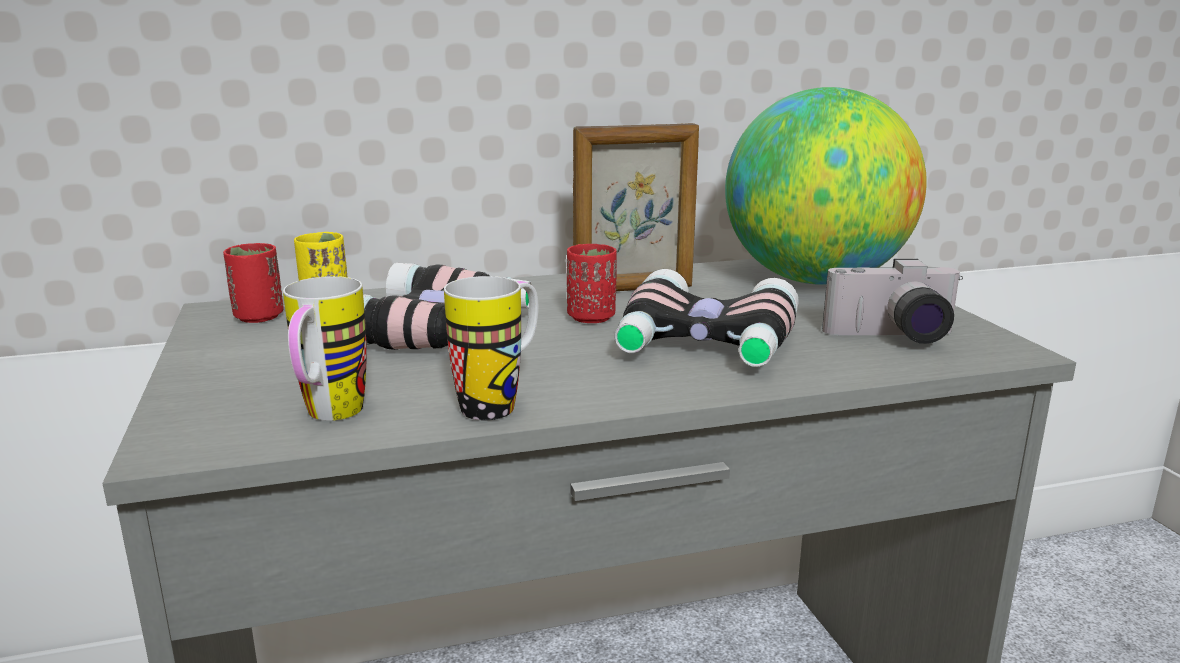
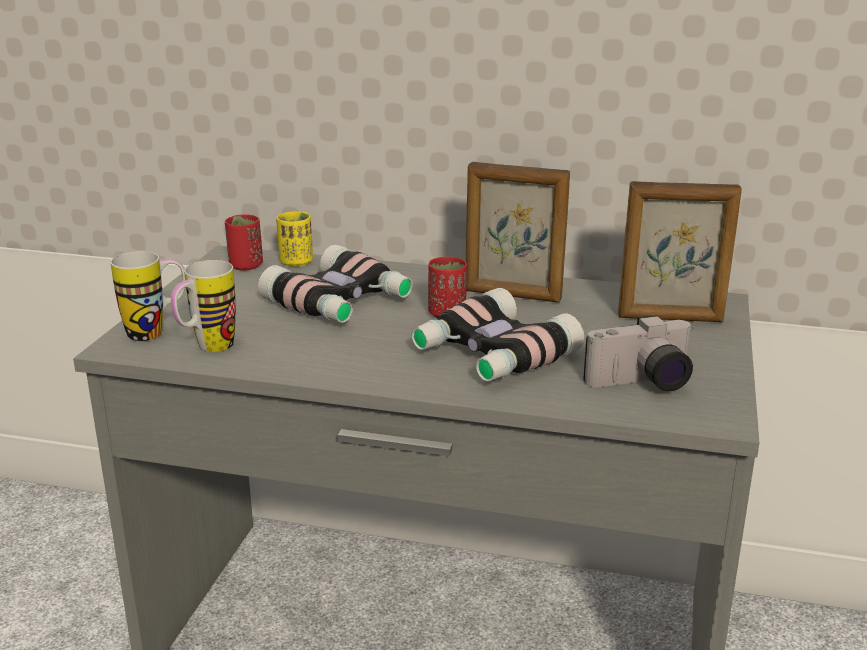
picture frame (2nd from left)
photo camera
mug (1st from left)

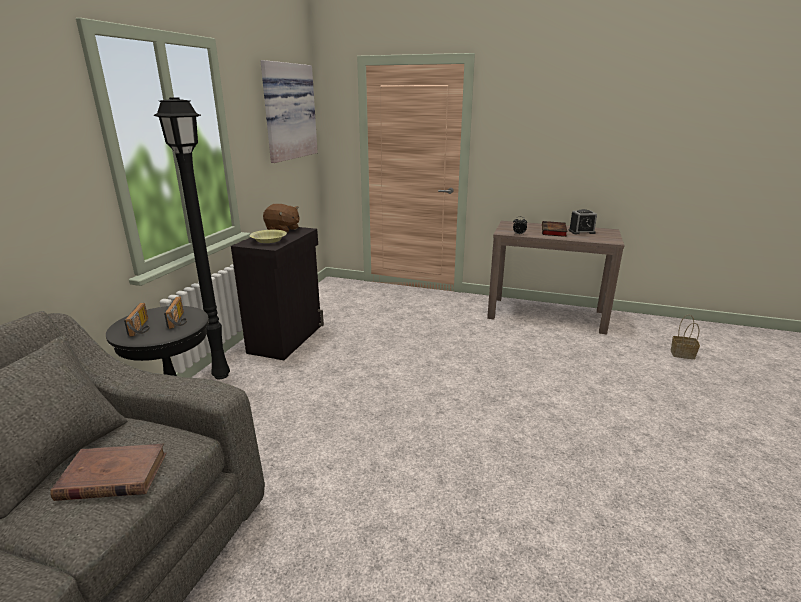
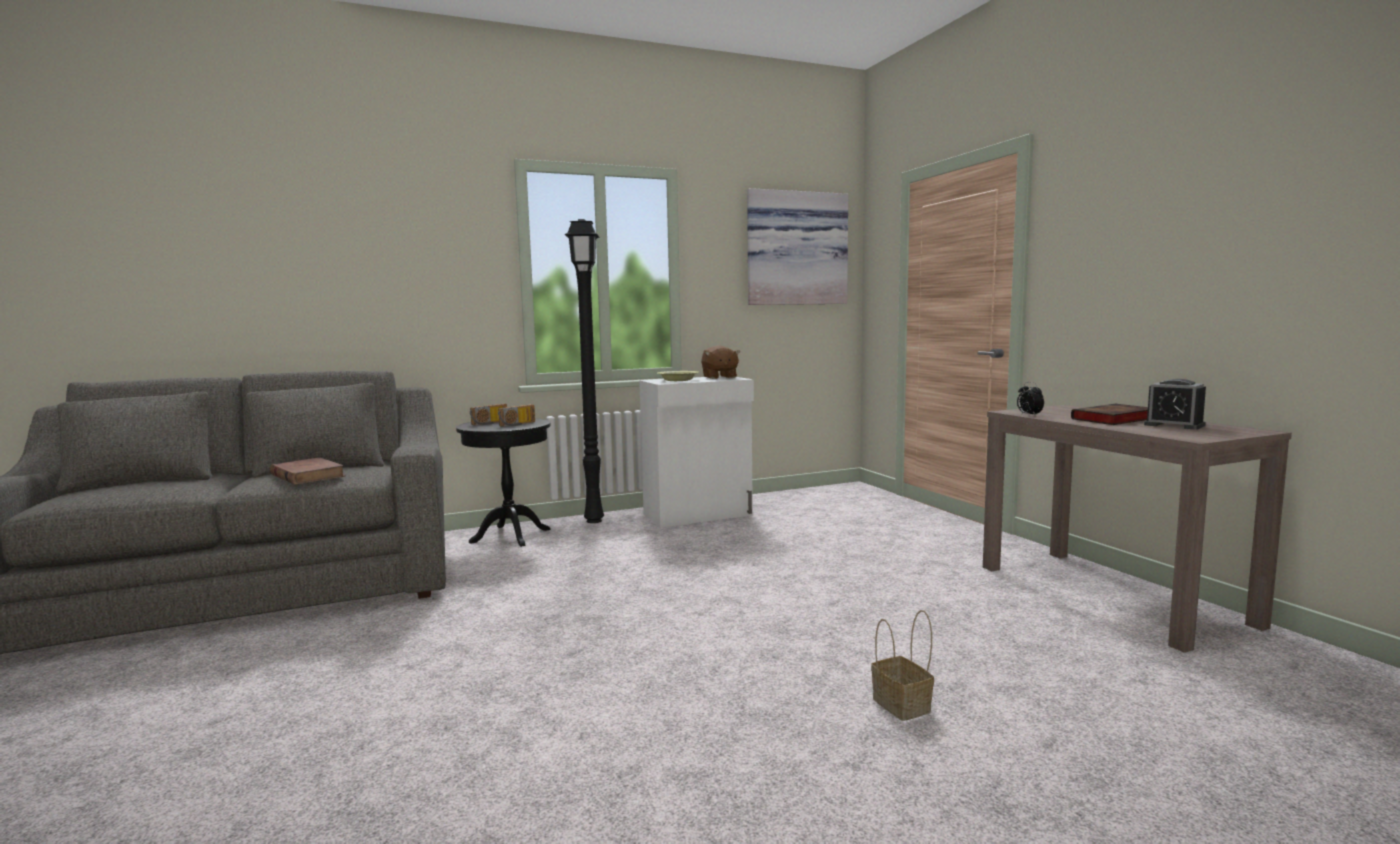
white cabinet
basket

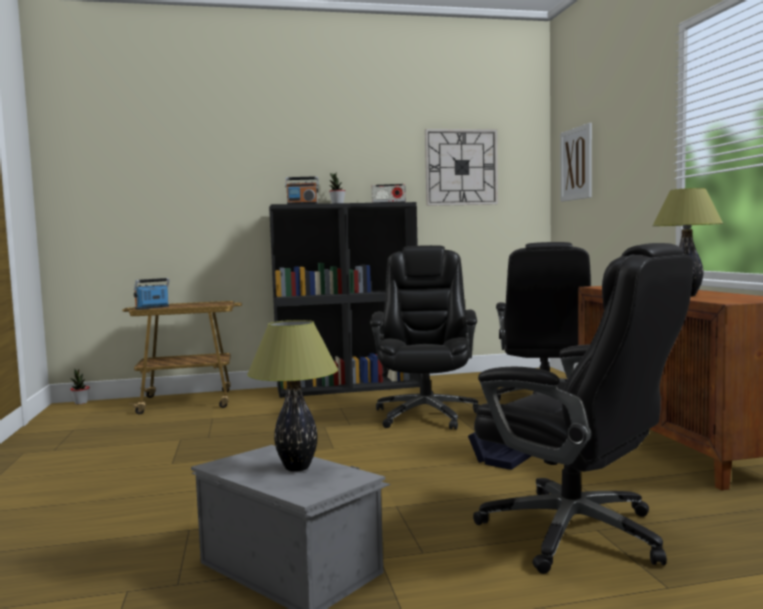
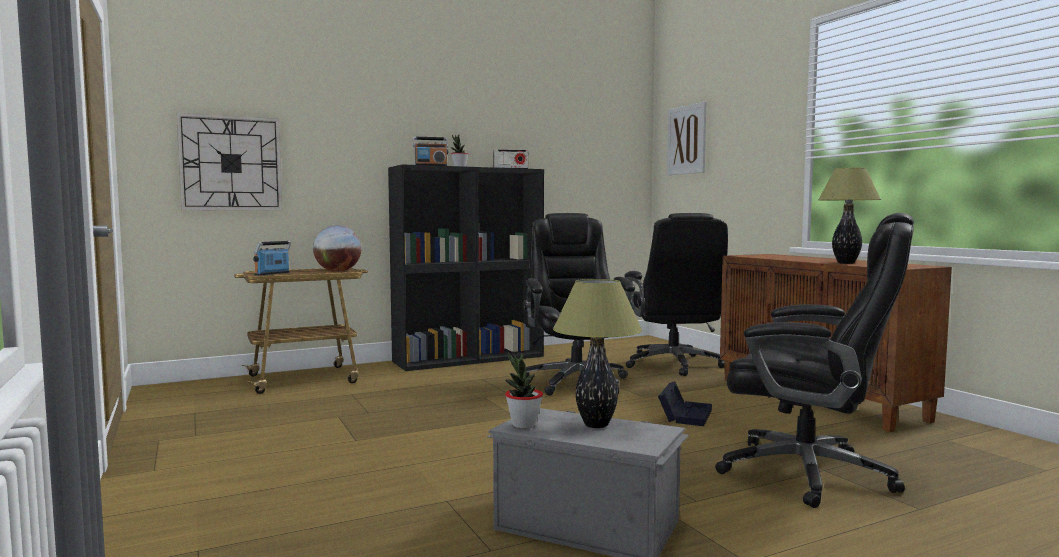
wall clock
potted plant (2nd from left)
globe

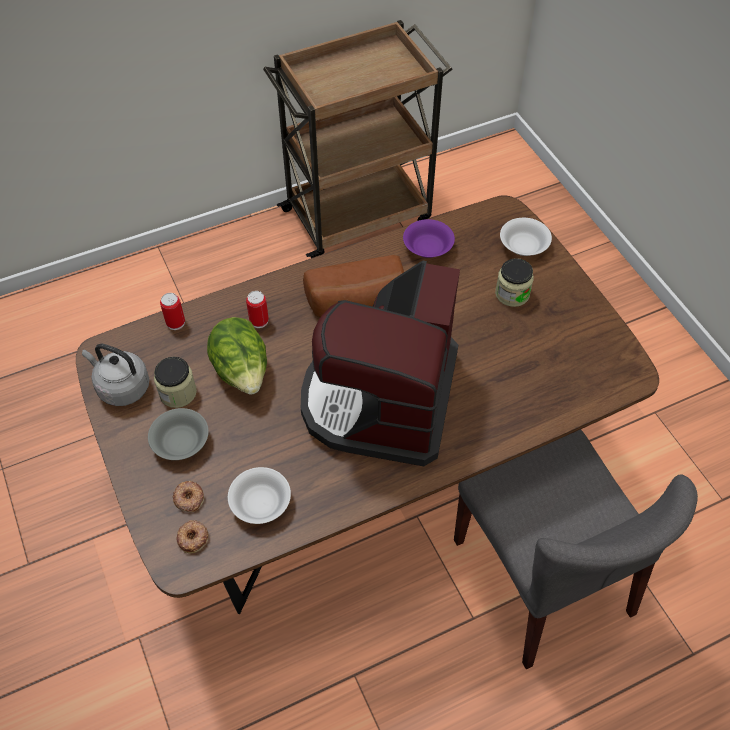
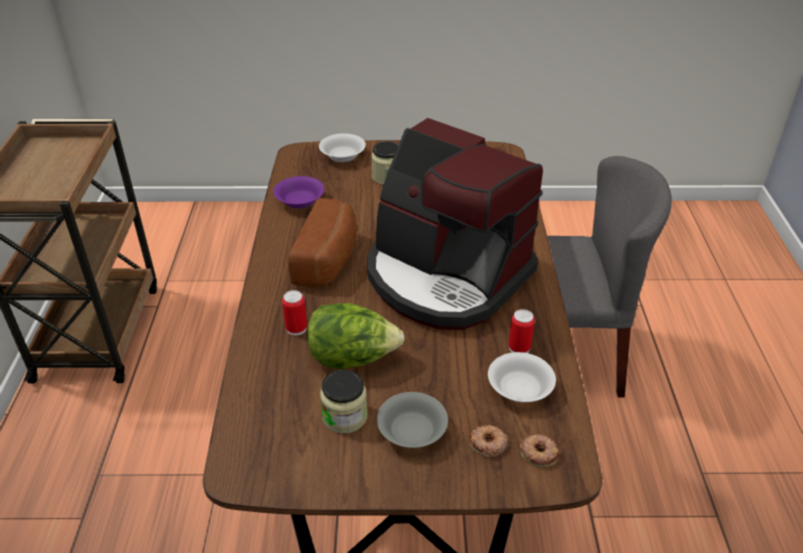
can (2nd from left)
grey kettle

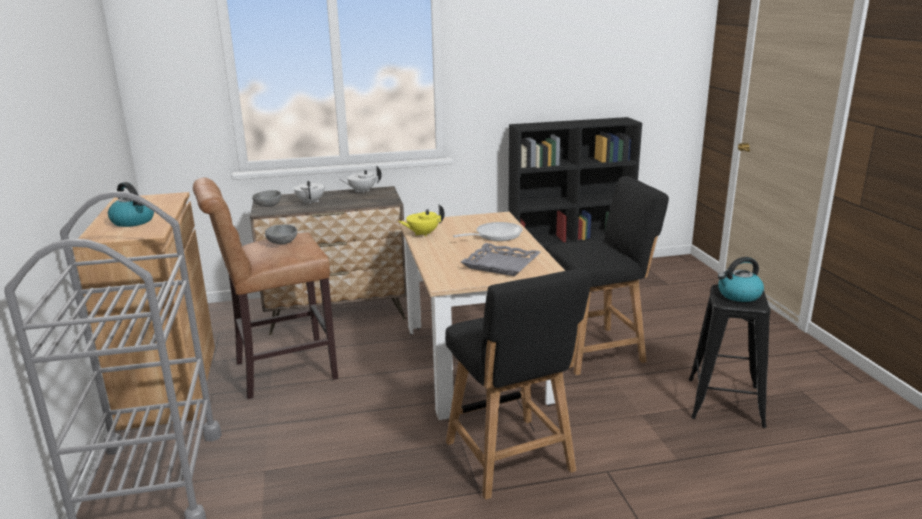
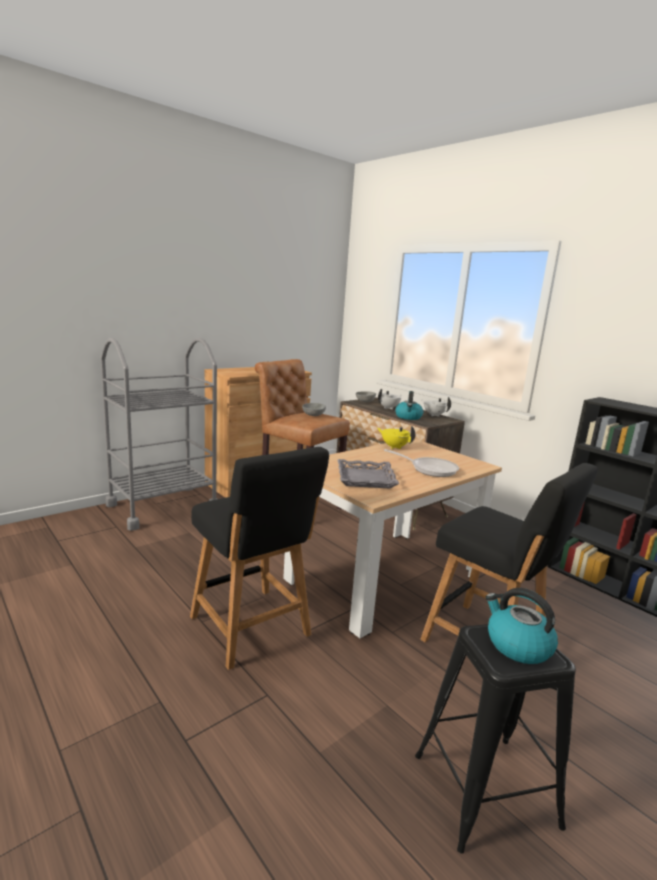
kettle (1st from left)
black chair (1st from left)

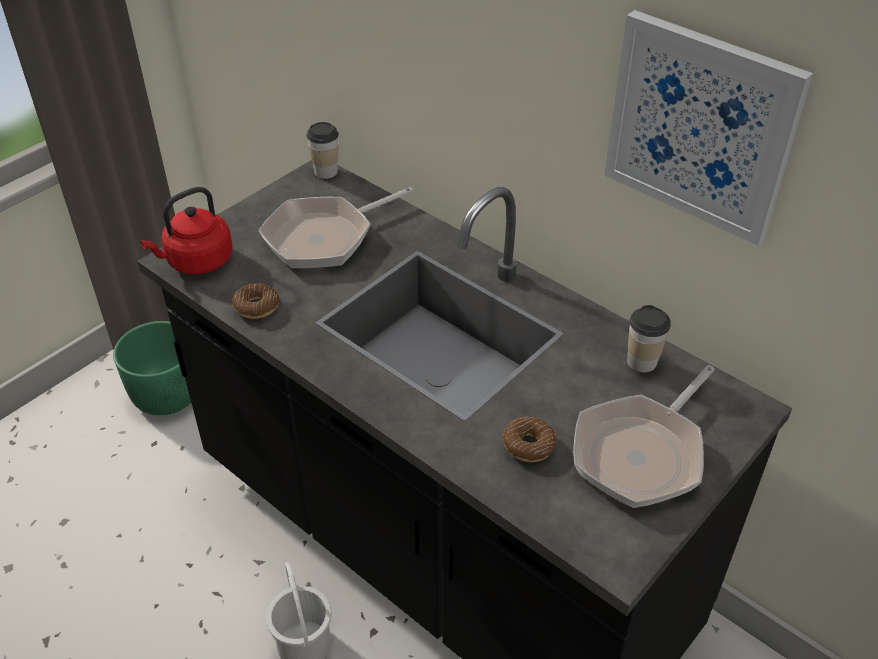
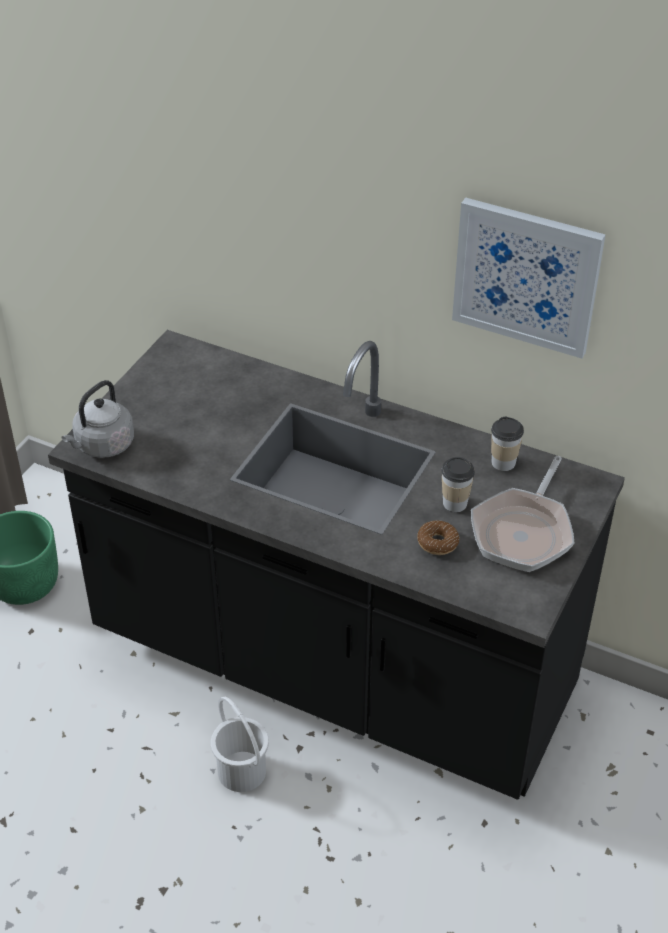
cup (1st from left)
grey kettle
frying pan (1st from left in the first image)
donut (1st from left in the first image)

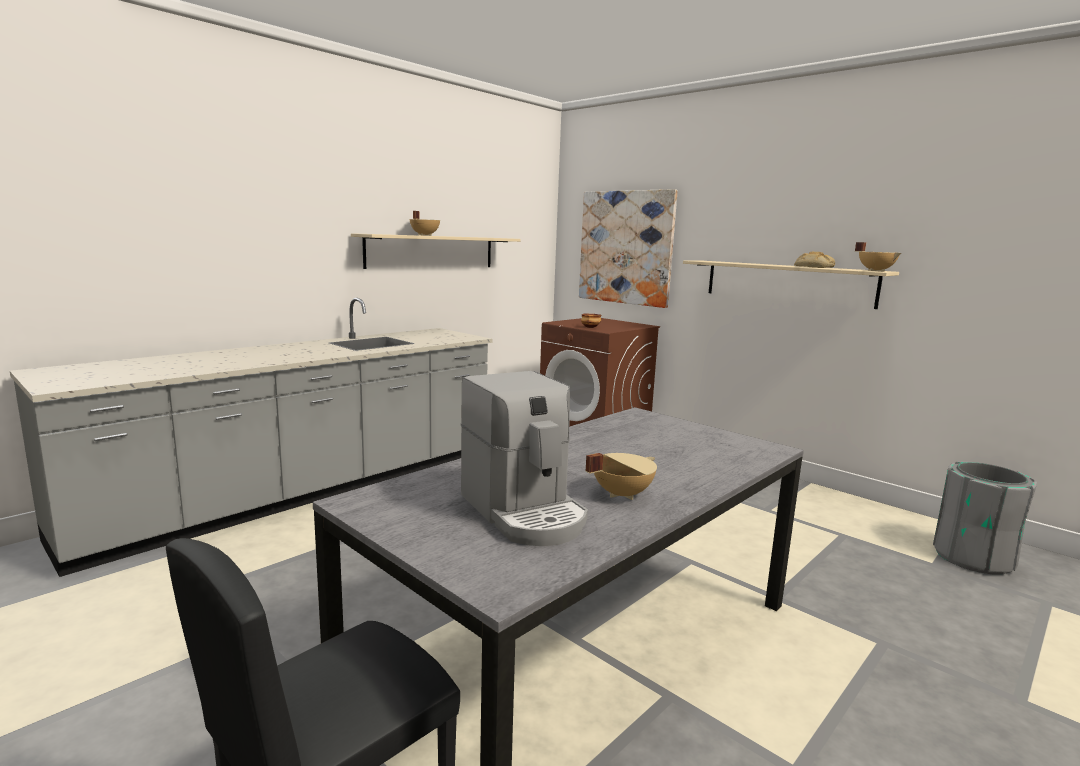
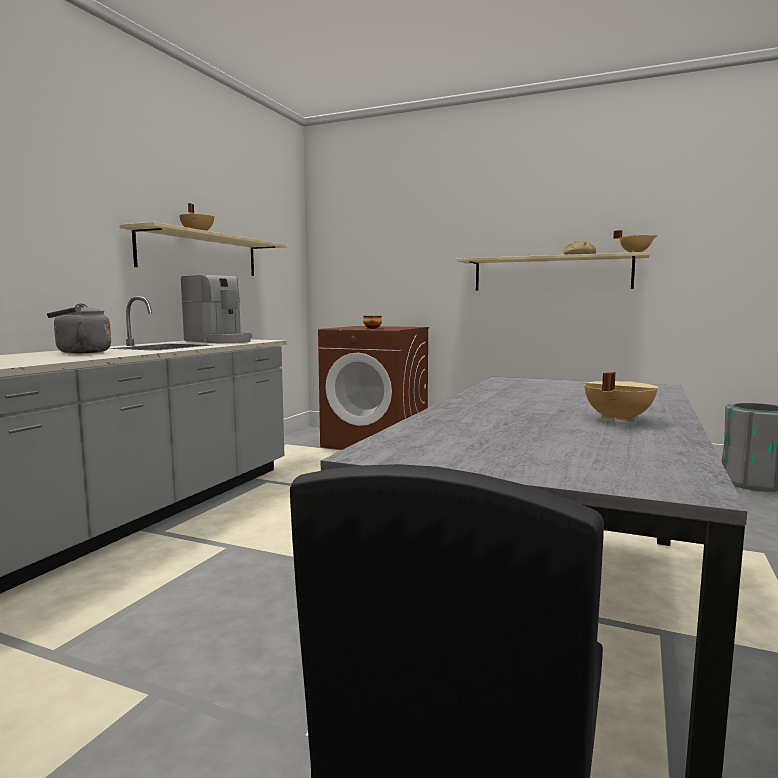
picture
coffee machine
grey kettle

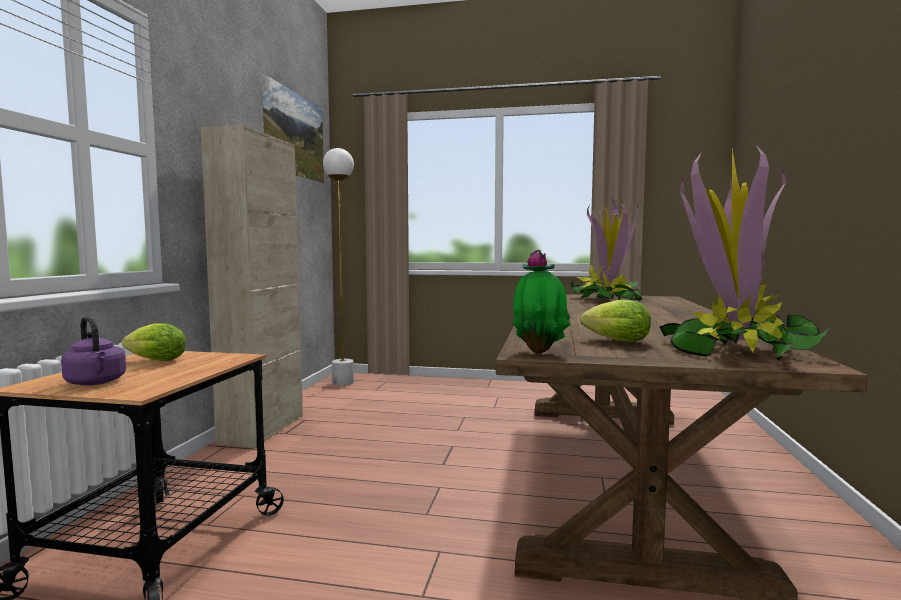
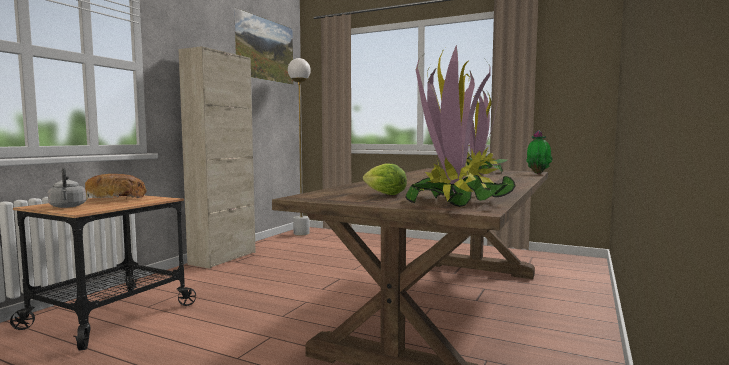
potted plant (3rd from left)
grey kettle
bread

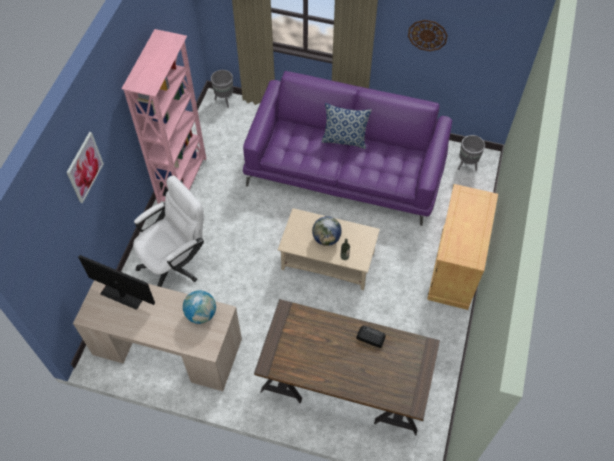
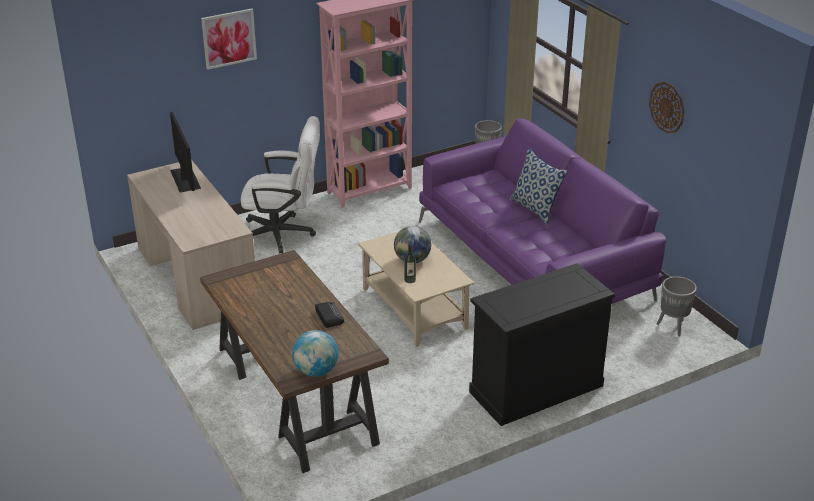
black cabinet
globe (1st from left)

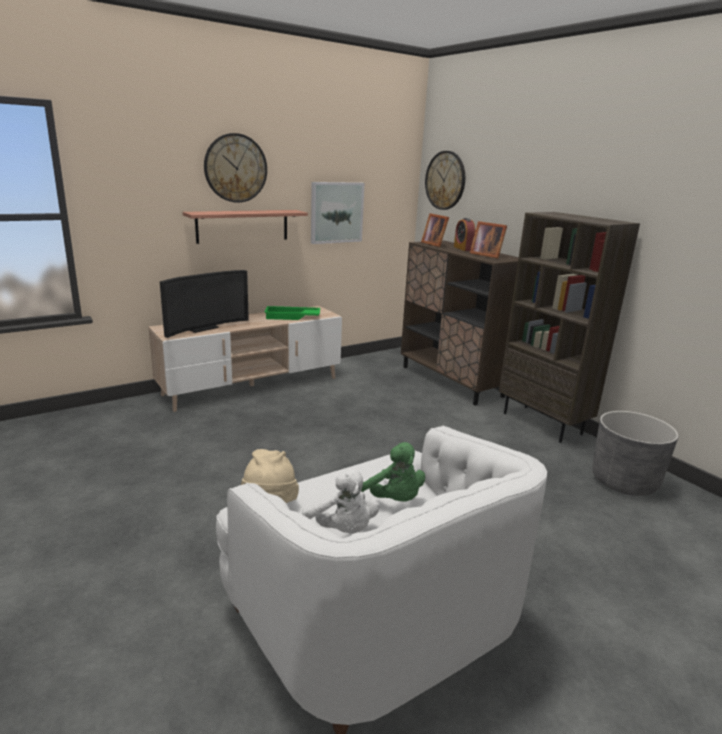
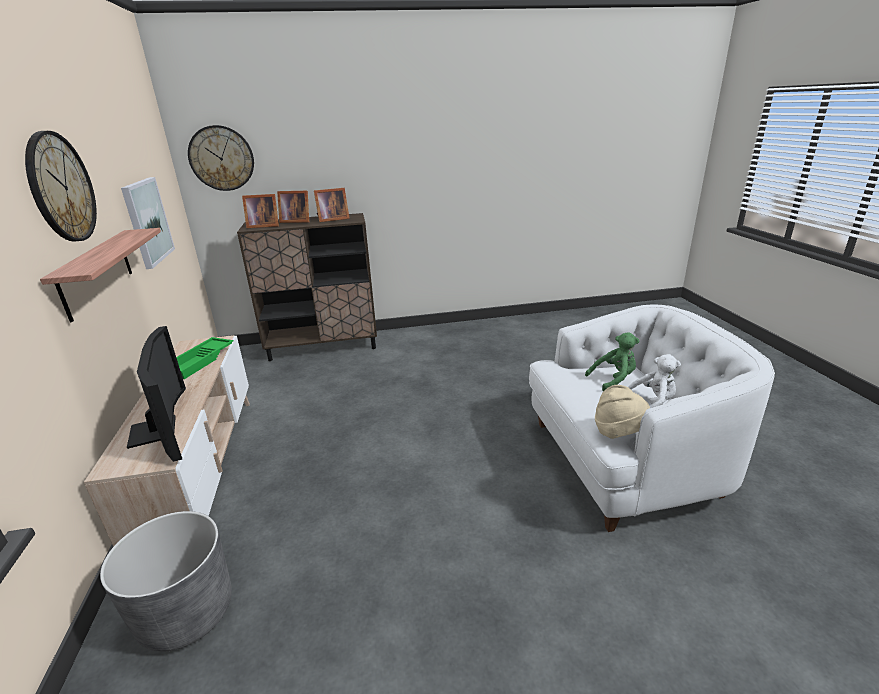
brown bookcase
picture frame (2nd from left)
grey planter

